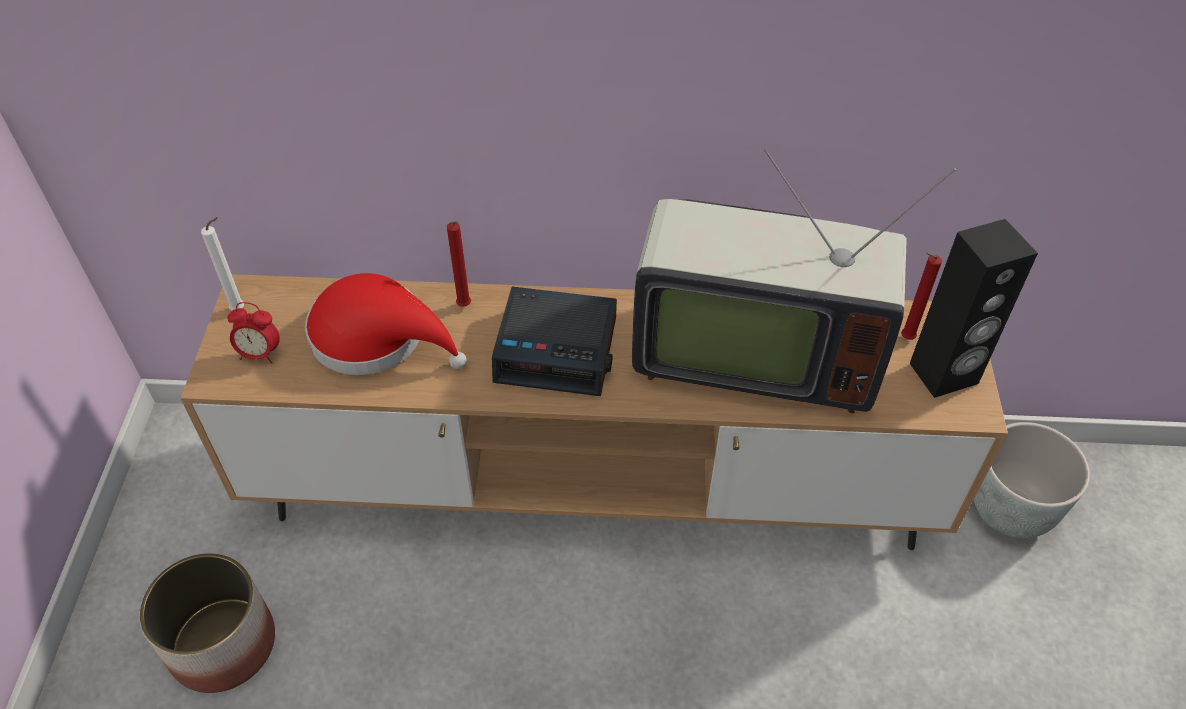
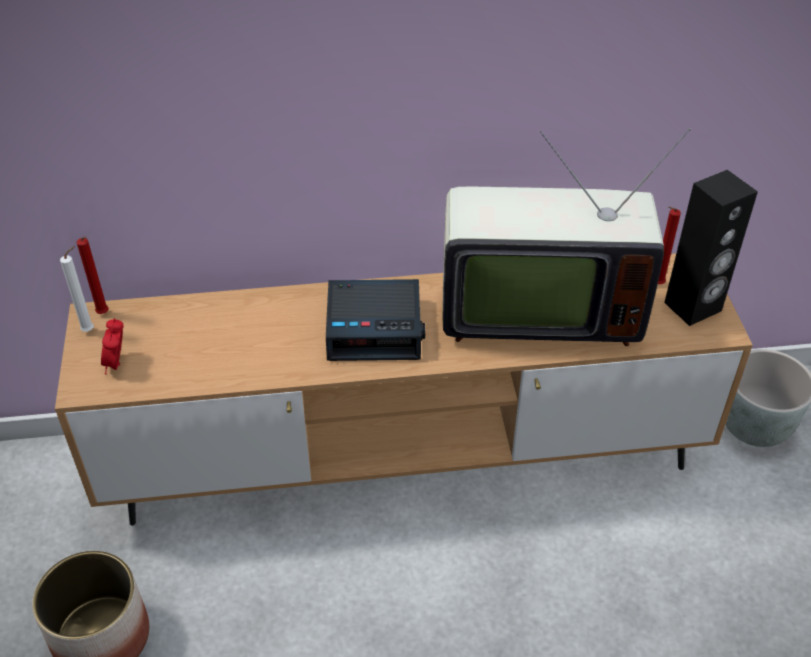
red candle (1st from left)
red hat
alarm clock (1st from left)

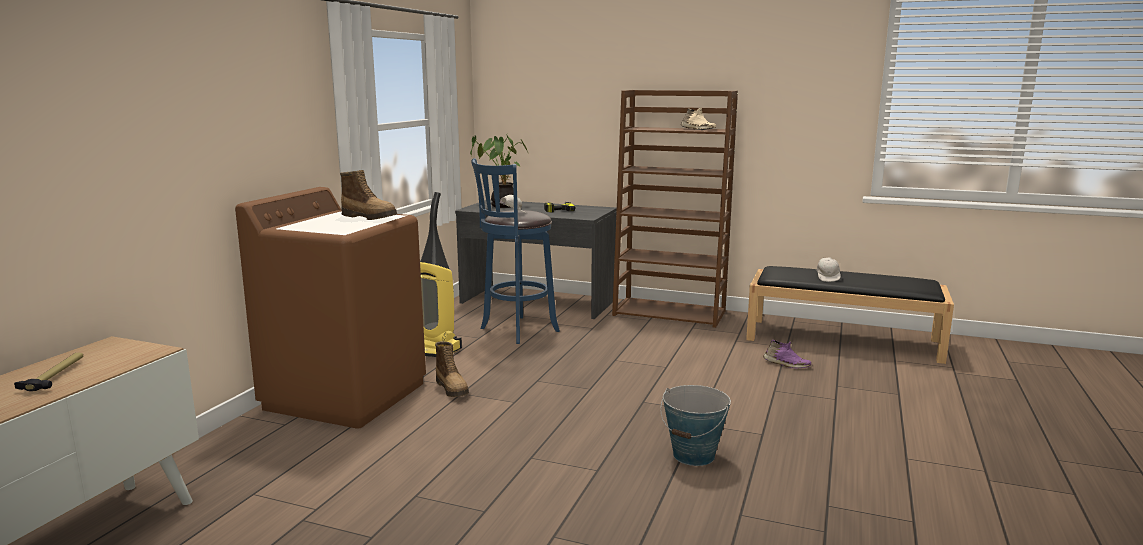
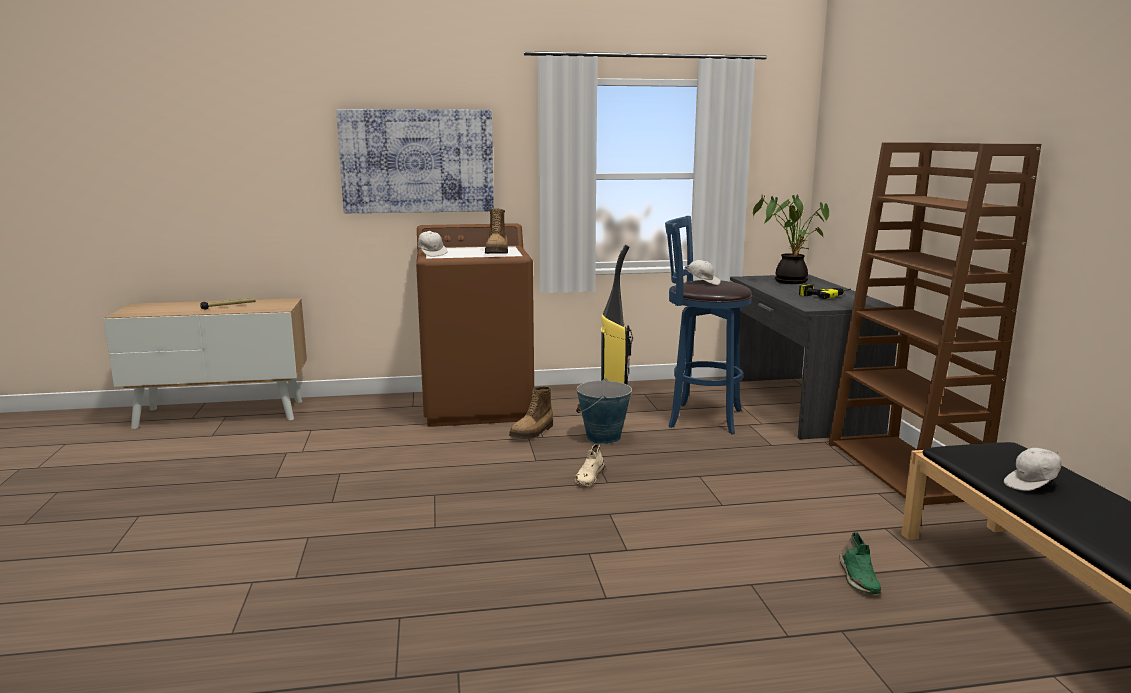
beige shoe
green shoe
bucket
picture
white cap (1st from left)

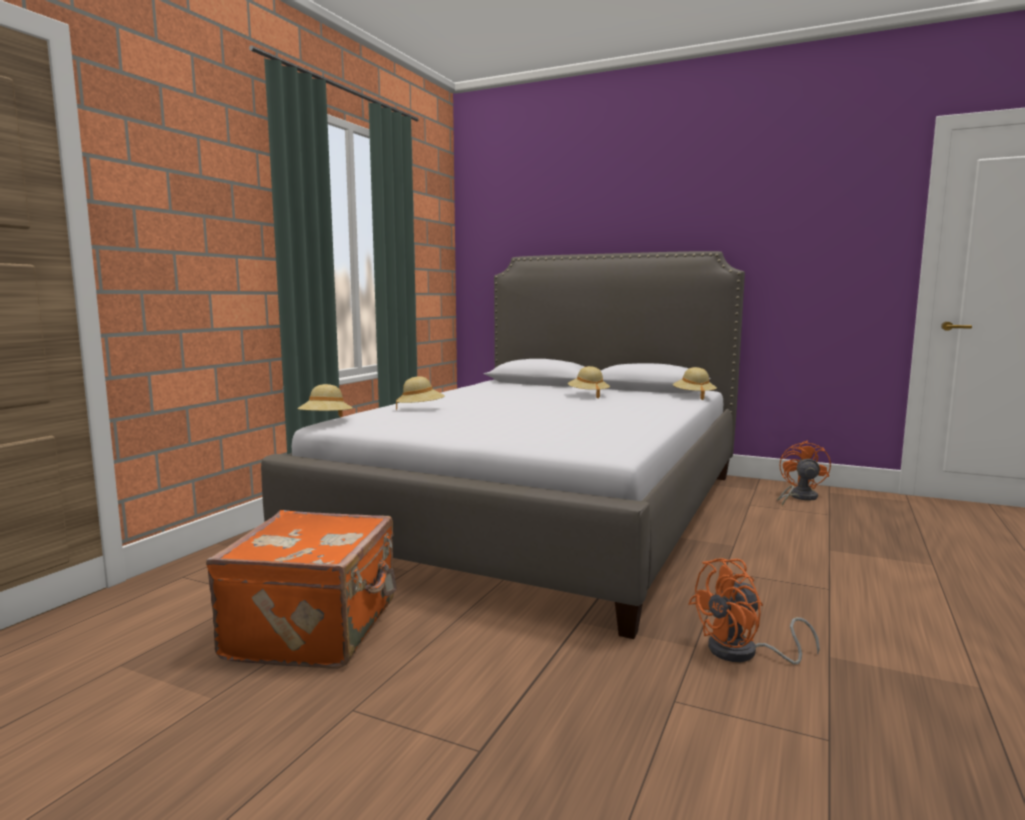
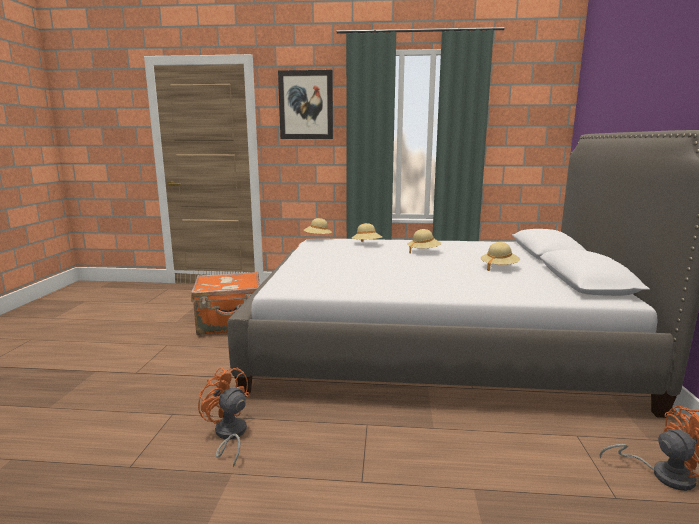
beige hat (3rd from left)
picture

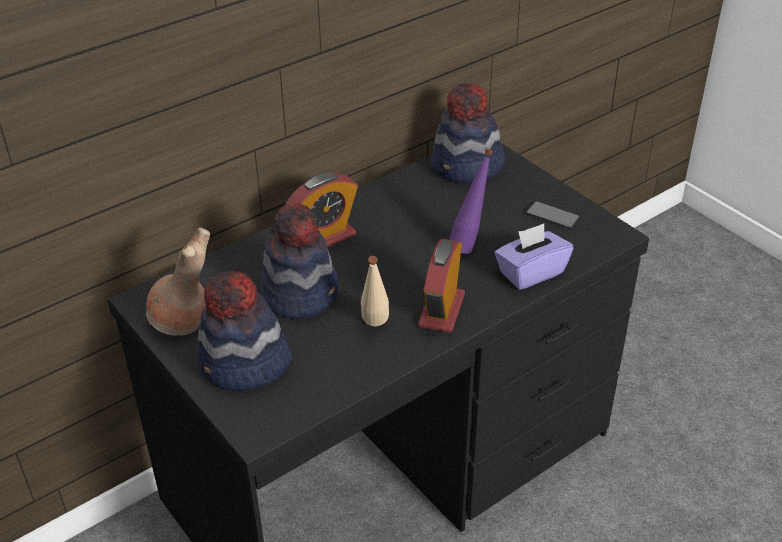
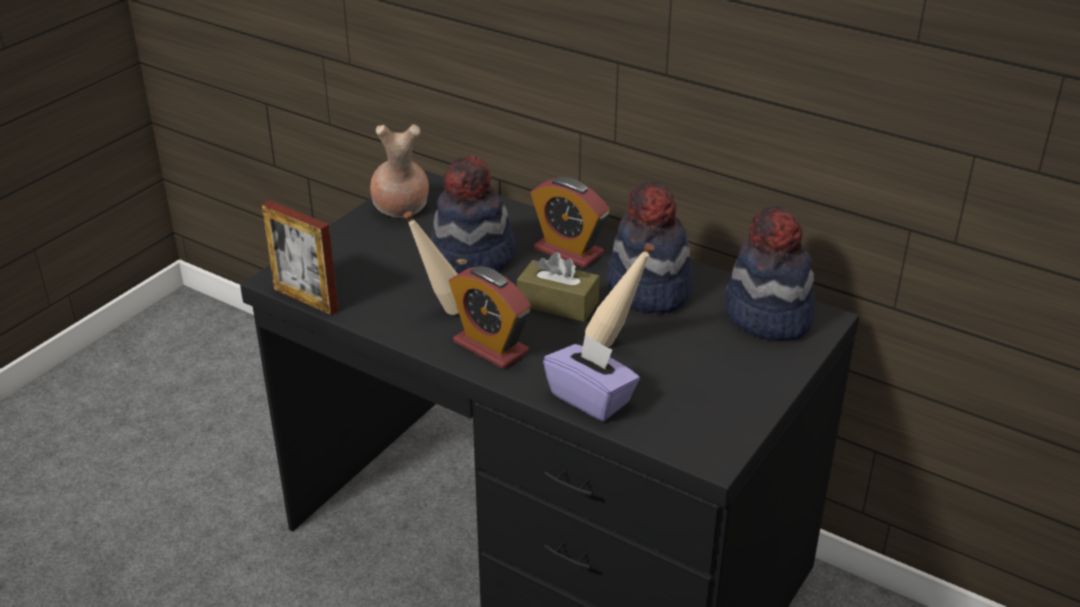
beige bottle (2nd from left)
phone
alarm clock (1st from left)
hat (2nd from left)
picture frame
brown tissue box

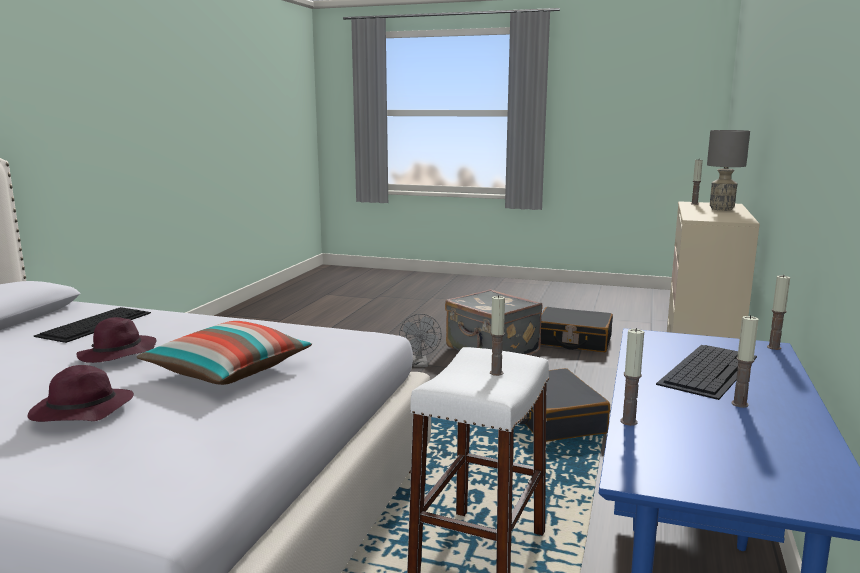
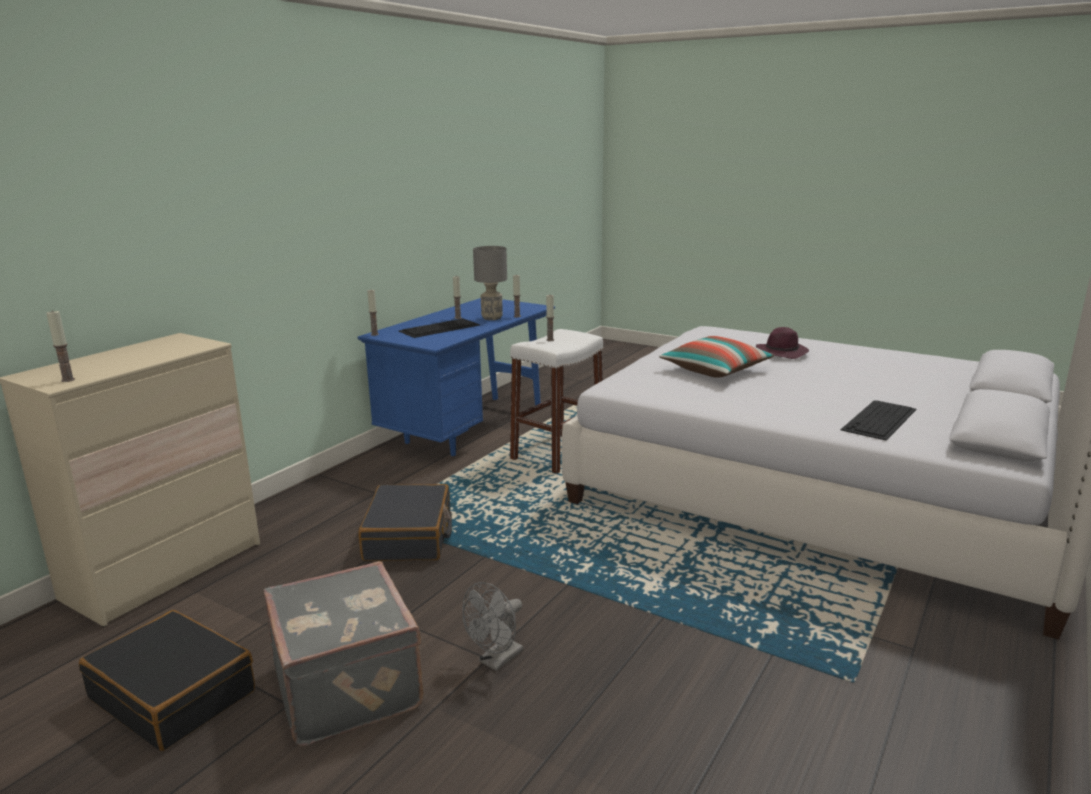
grey table lamp
grey fan
purple hat (2nd from left in the first image)

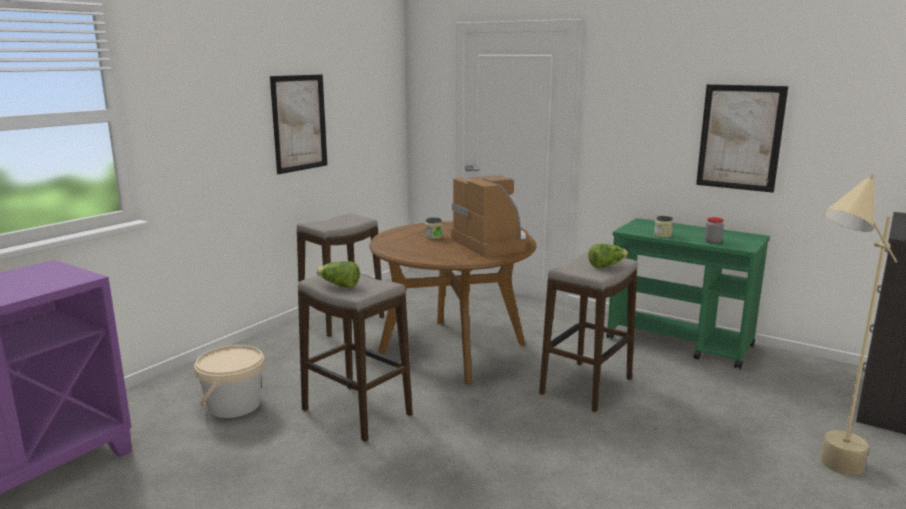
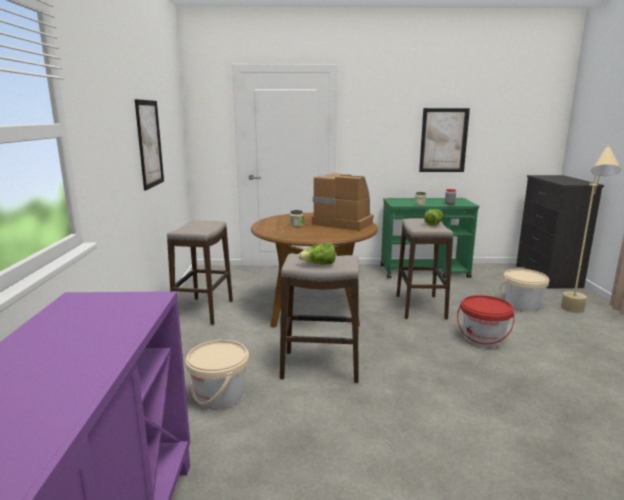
beige bucket (2nd from left)
red bucket

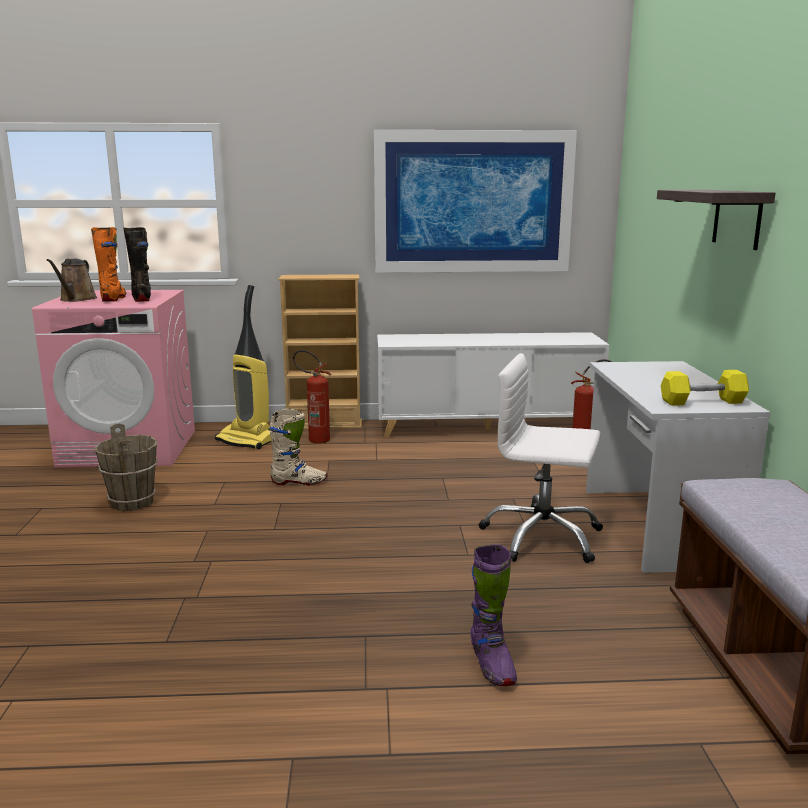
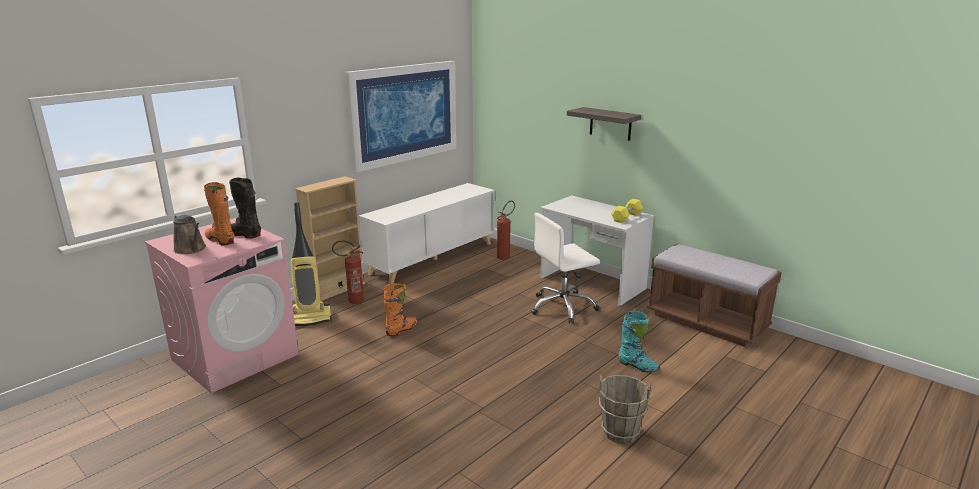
orange boot (2nd from left)
brown bucket
turquoise boot

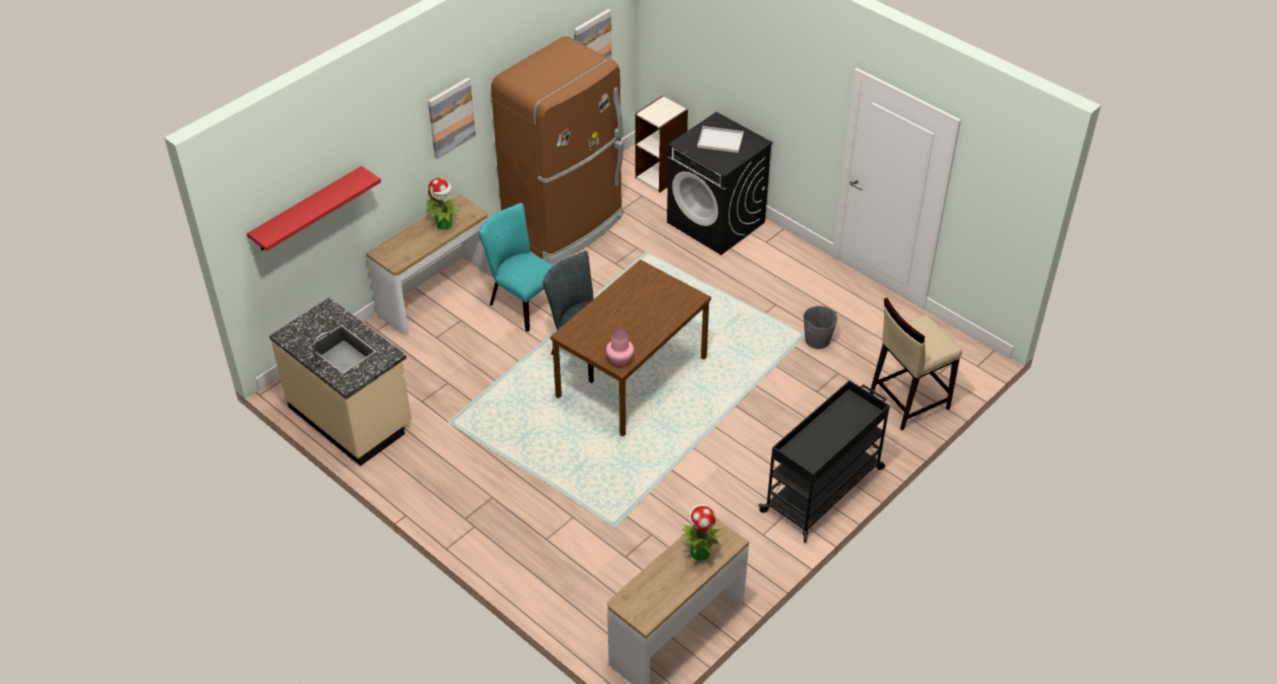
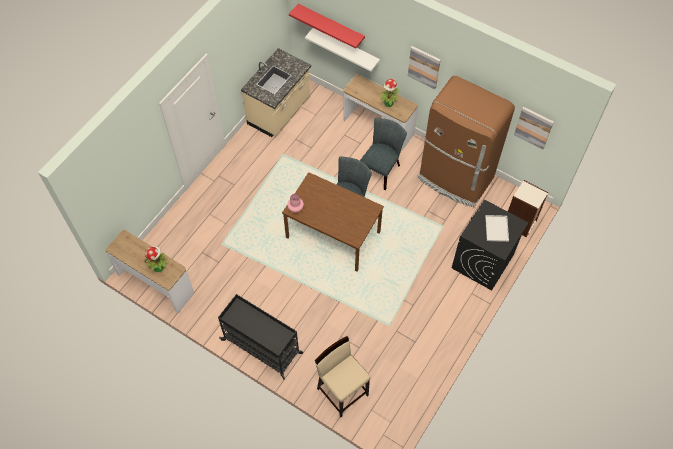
grey chair (2nd from left)
grey bucket
white shelf

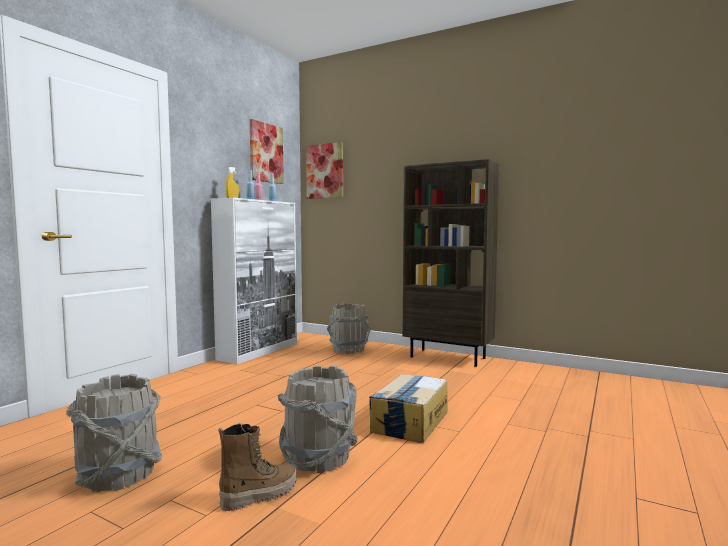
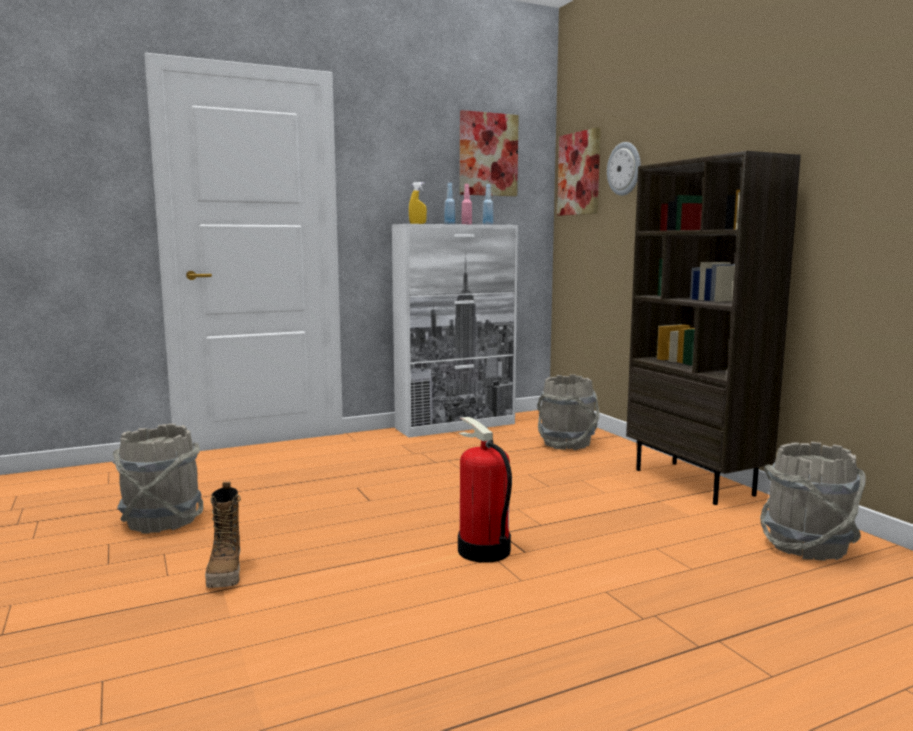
grey bucket (3rd from left)
fire extinguisher
boot
wall clock

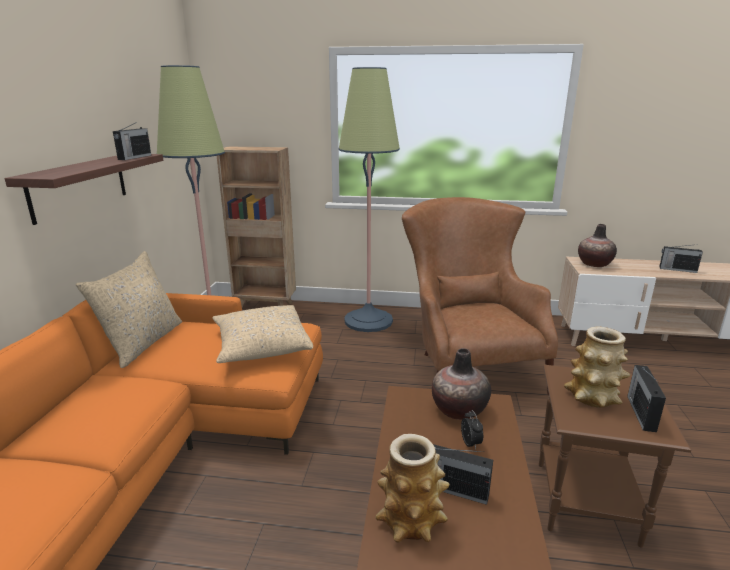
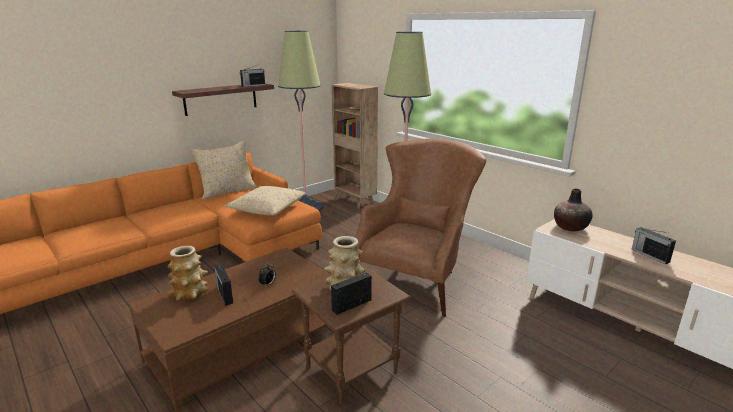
vase (2nd from left in the first image)

